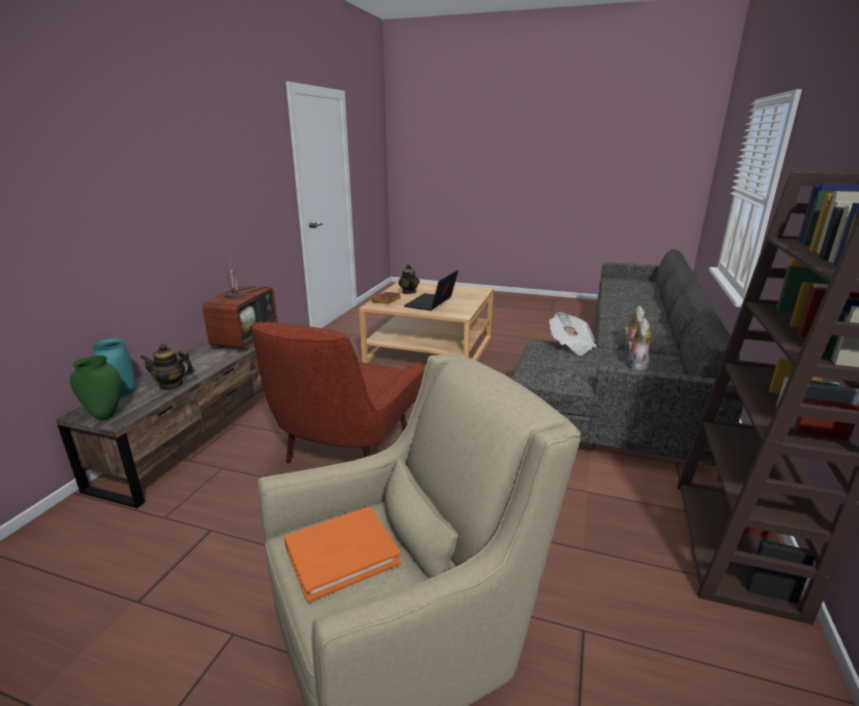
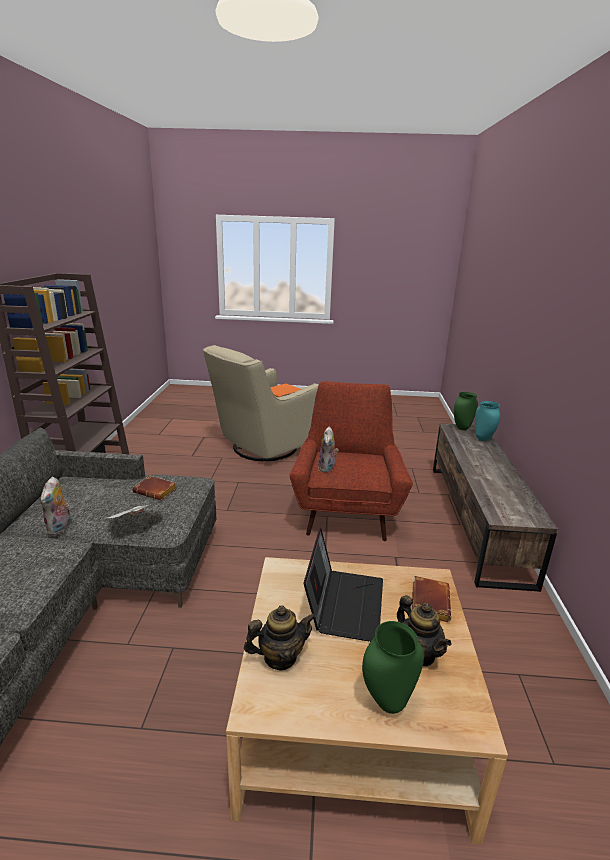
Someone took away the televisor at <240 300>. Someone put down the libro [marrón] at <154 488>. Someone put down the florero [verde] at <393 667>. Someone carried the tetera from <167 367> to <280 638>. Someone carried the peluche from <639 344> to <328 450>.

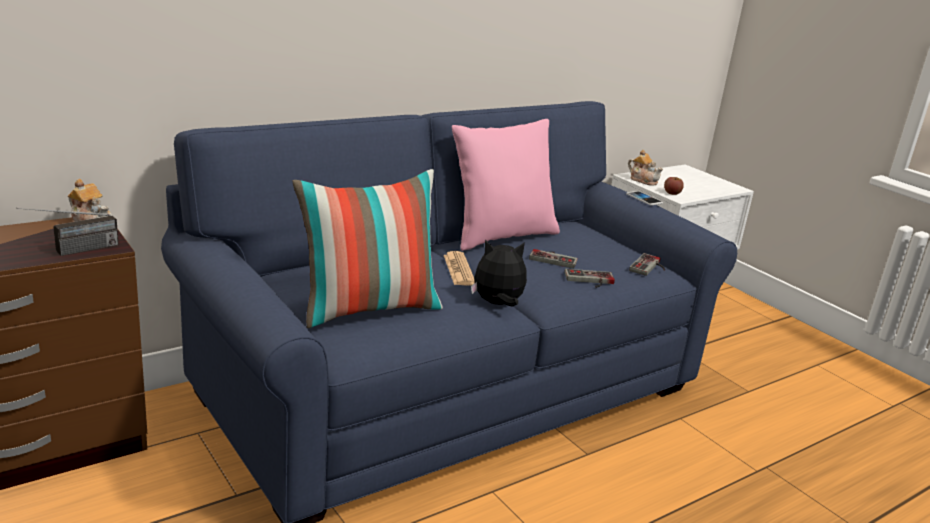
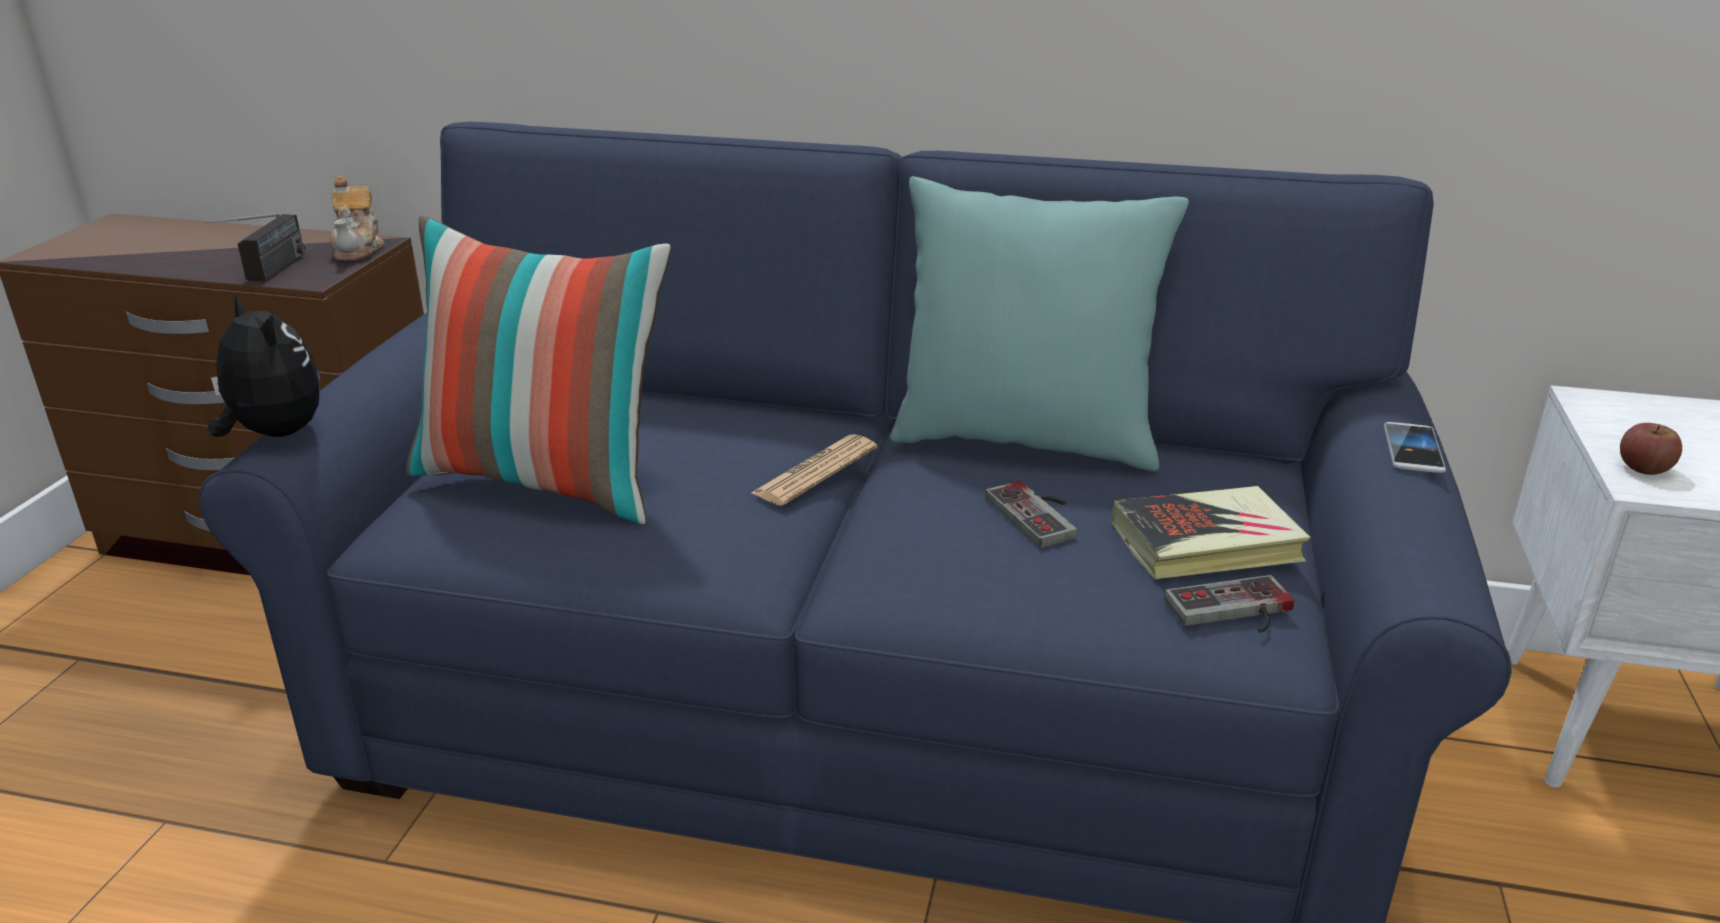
Someone took away the mando de consola at <590 278>. Someone took away the tetera at <645 167>. Someone put down the libro at <1211 532>. Someone carried the peluche from <499 273> to <264 365>. Someone repainted the cojín [rosa] at <506 185>, which became the cojín [turquesa] at <1039 323>. Someone rotated the radio at <67 232> by 90 degrees counterclockwise.

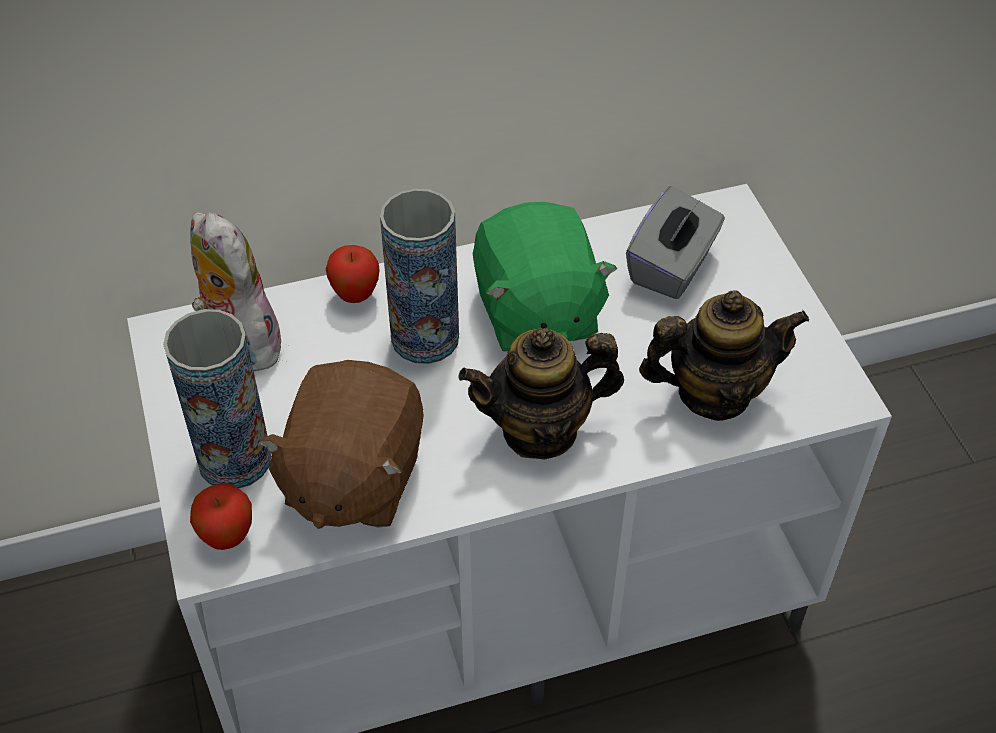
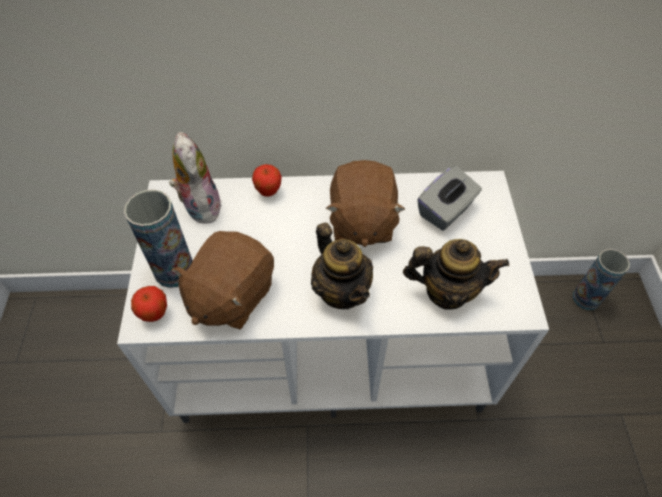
Someone carried the florero from <419 276> to <601 279>. Someone repainted the peluche [verde] at <545 277>, which became the peluche [marrón] at <365 203>. Someone rotated the tetera at <541 394> by 120 degrees counterclockwise.

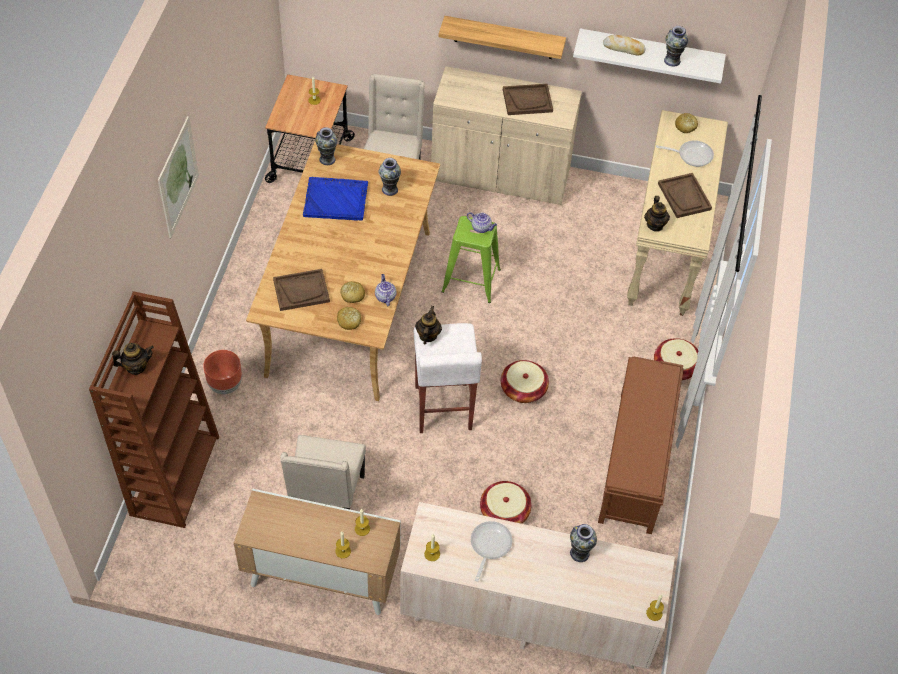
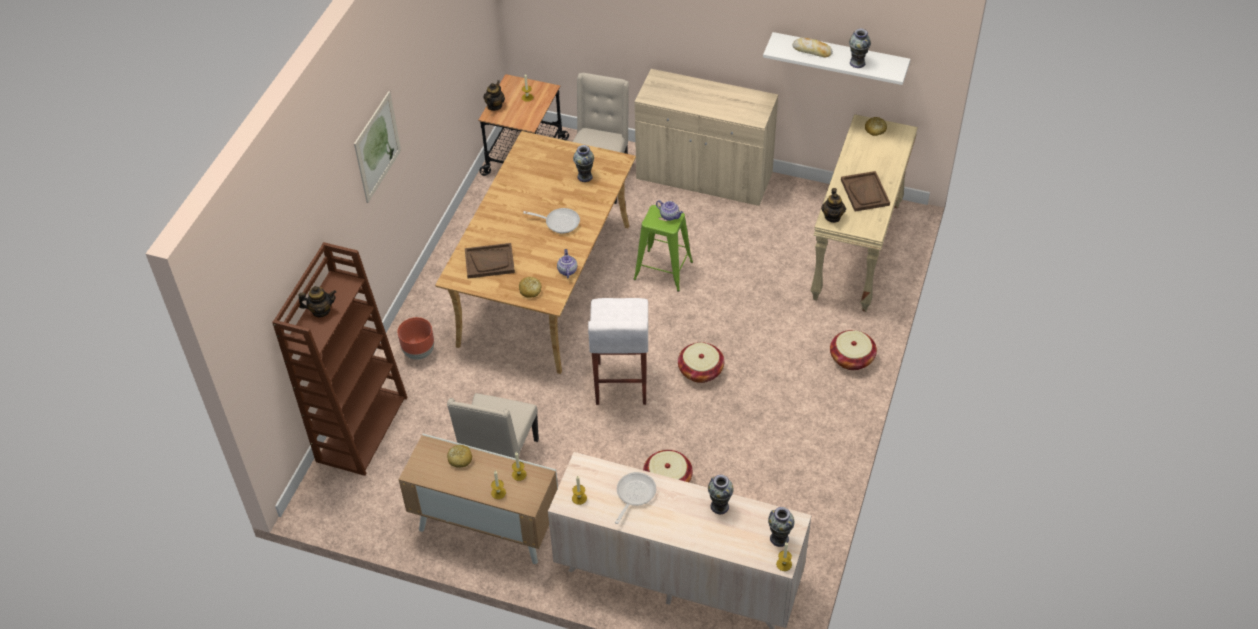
Someone took away the bandeja [azul] at <335 199>. Someone took away the estante at <502 37>. Someone took away the bandeja [marrón] at <528 99>. Someone took away the banco [marrón] at <641 445>. Someone carried the florero from <326 146> to <781 527>. Someone carried the pan from <352 292> to <459 456>. Someone carried the tetera from <428 325> to <494 95>. Someone carried the sartén from <685 153> to <551 220>.

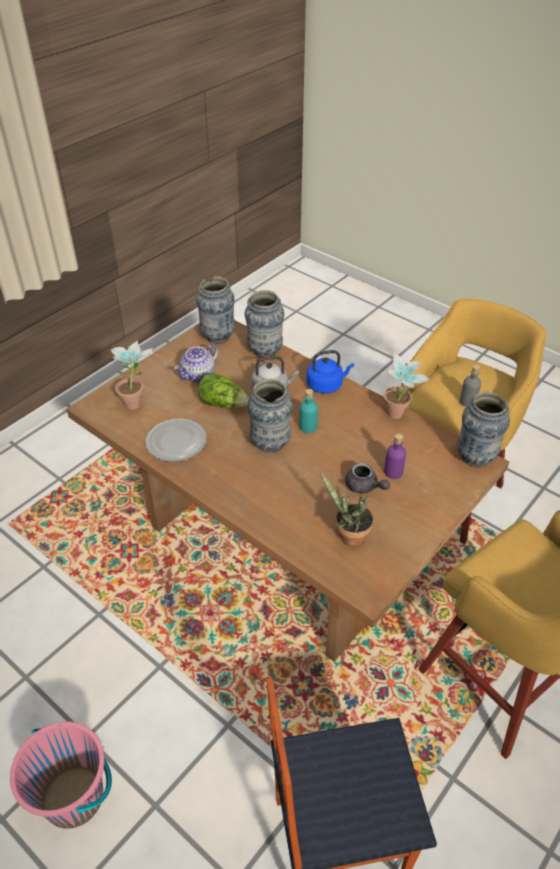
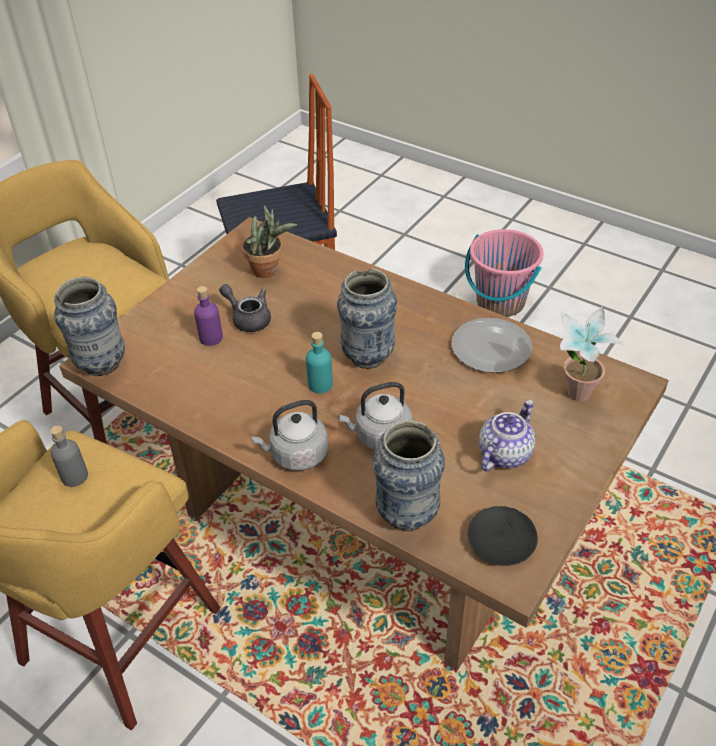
Someone took away the lechuga at <223 390>. Someone took away the planta en maceta at <407 385>. Someone swapped the florero at <215 310> for the plato [negro] at <503 536>. Someone repainted the hervidor [azul] at <330 372>, which became the hervidor [gris] at <289 435>.

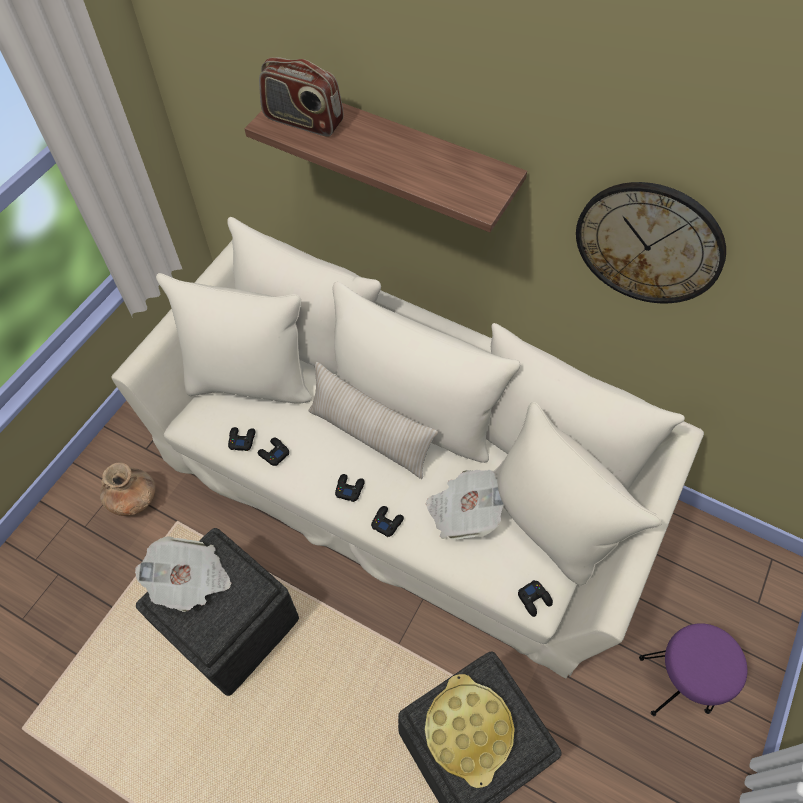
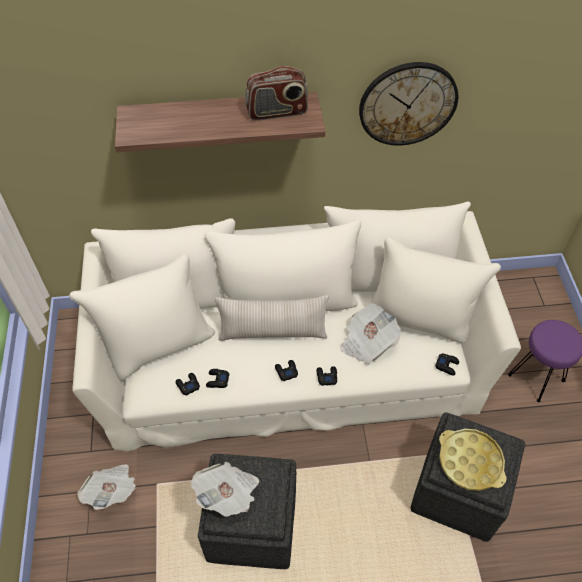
Someone carried the radio from <301 97> to <276 93>. Someone swapped the florero [marrón] at <127 489> for the periódico at <107 487>.

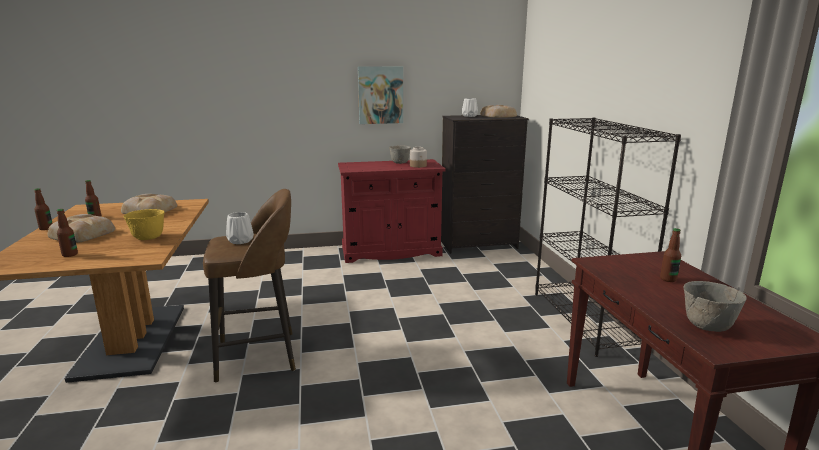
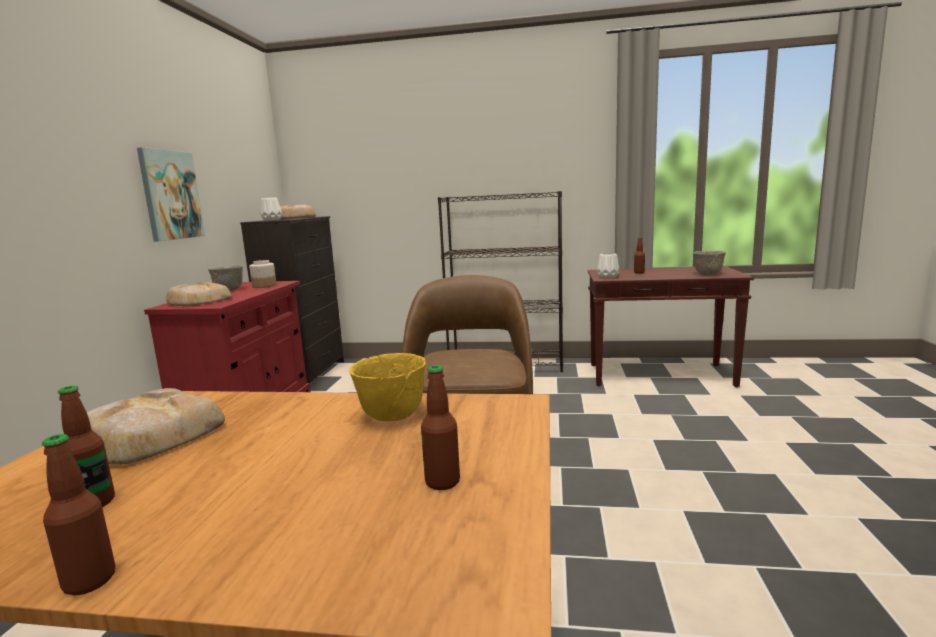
Someone carried the pan from <81 228> to <199 294>. Someone carried the florero [blanco] from <240 228> to <608 265>.

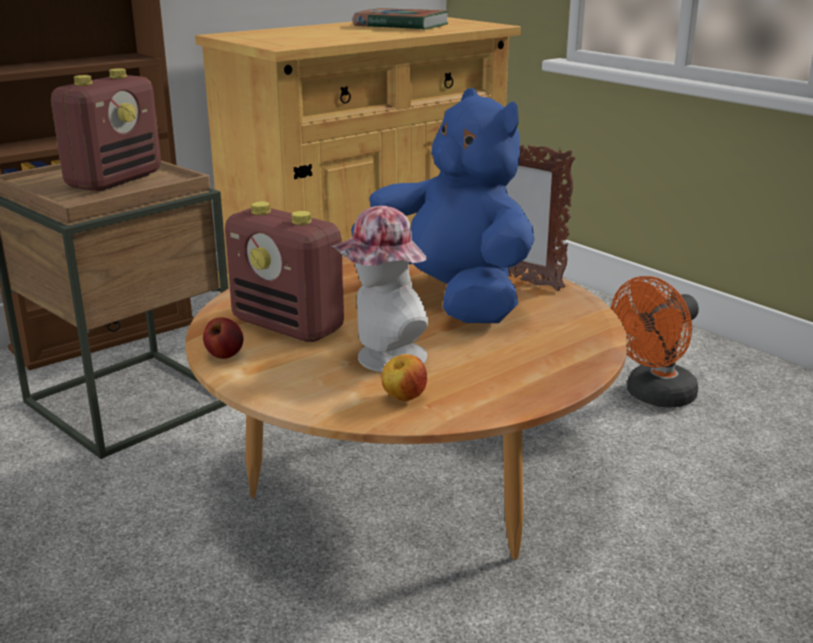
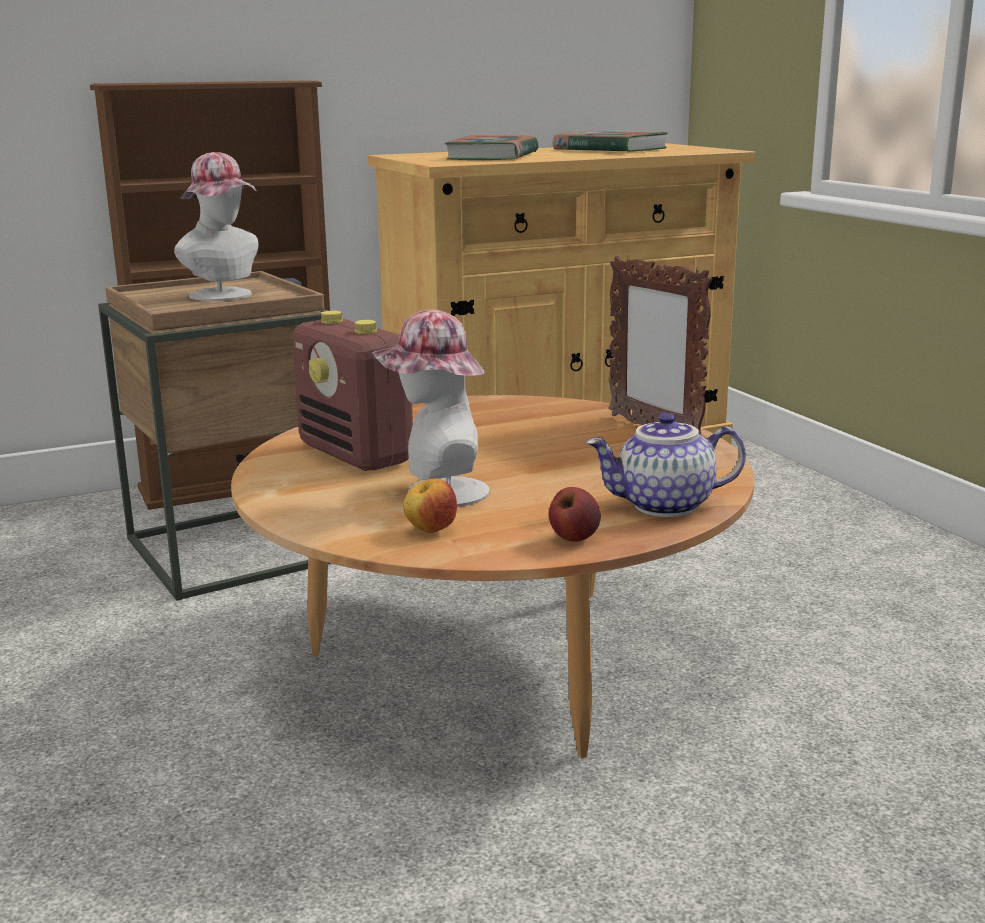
Someone took away the peluche [azul] at <442 205>. Someone took away the ventilador [naranja] at <655 341>. Someone put down the libro at <492 147>. Someone put down the tetera at <666 464>. Someone carried the manzana from <223 338> to <575 514>. Someone swapped the radio at <106 129> for the sombrero at <216 226>.

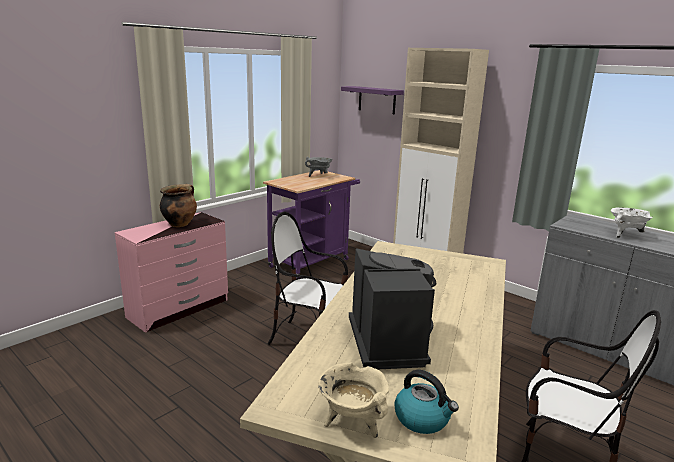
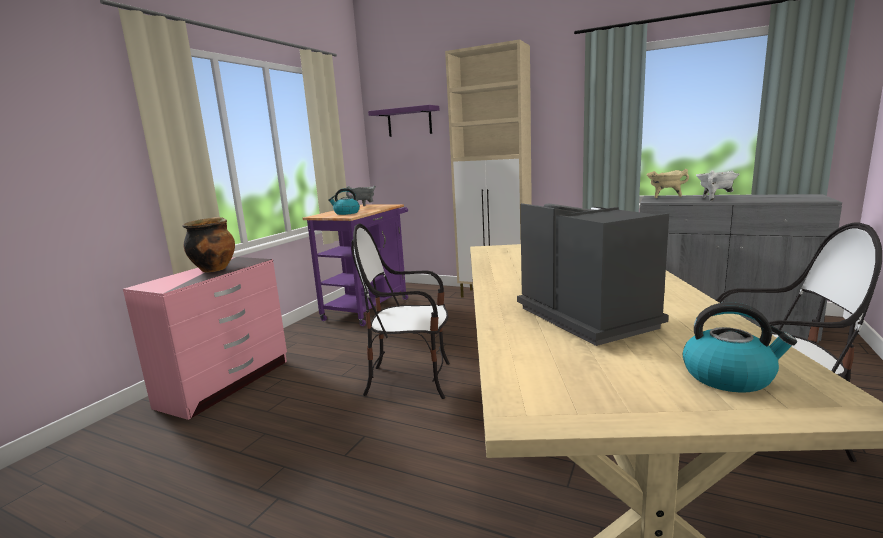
Someone put down the hervidor at <344 201>. Someone carried the olla [beis] from <353 400> to <667 183>.

